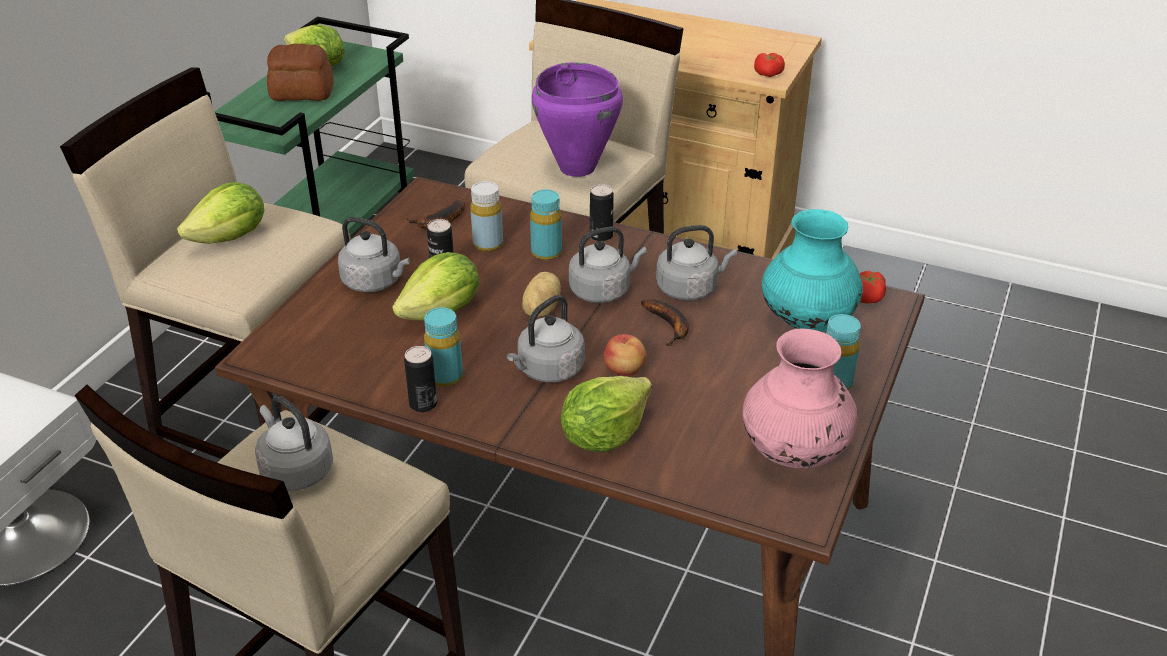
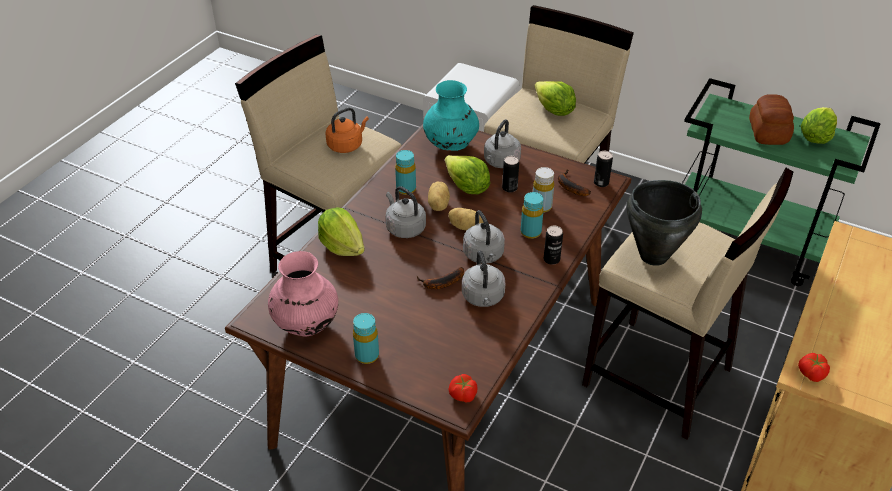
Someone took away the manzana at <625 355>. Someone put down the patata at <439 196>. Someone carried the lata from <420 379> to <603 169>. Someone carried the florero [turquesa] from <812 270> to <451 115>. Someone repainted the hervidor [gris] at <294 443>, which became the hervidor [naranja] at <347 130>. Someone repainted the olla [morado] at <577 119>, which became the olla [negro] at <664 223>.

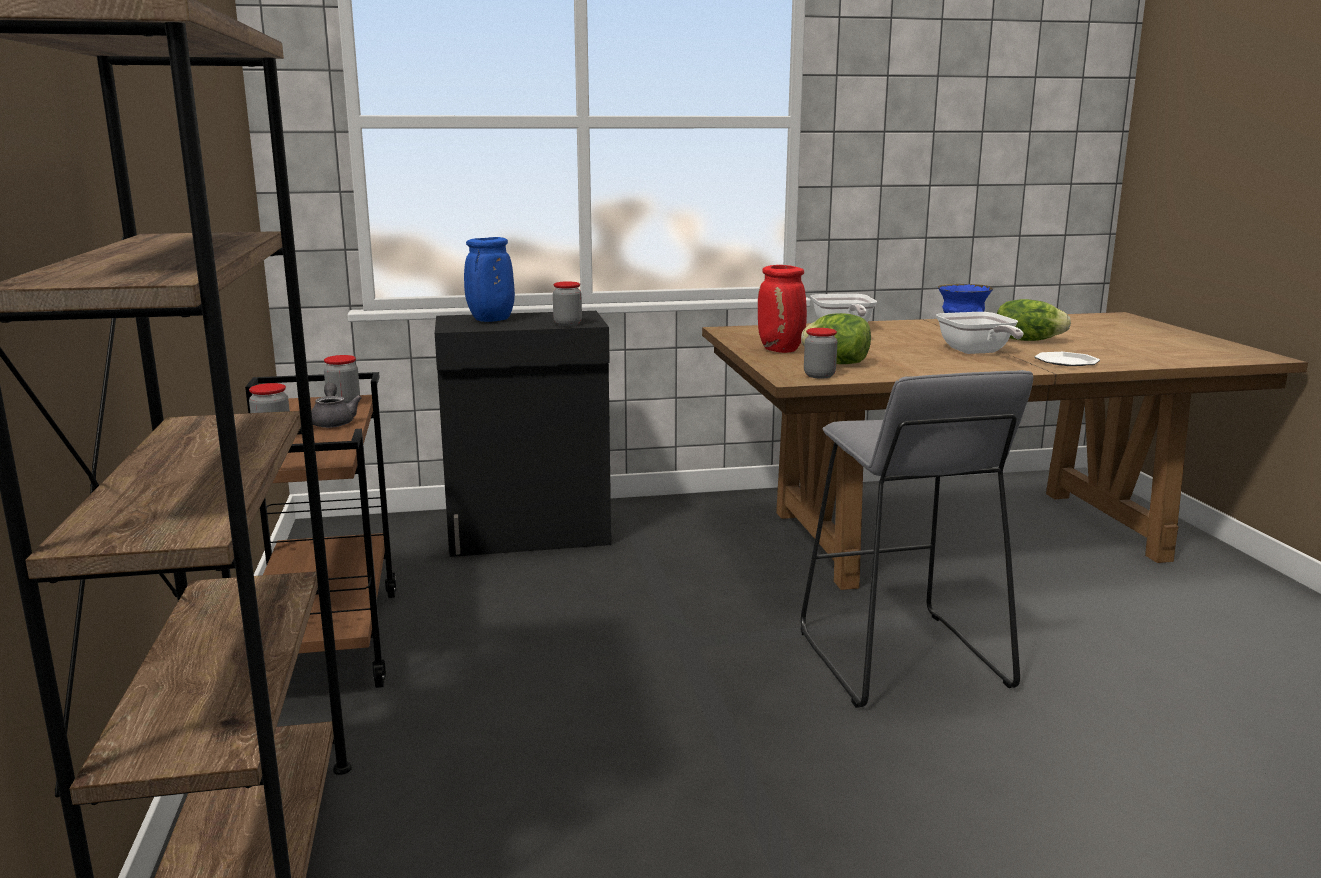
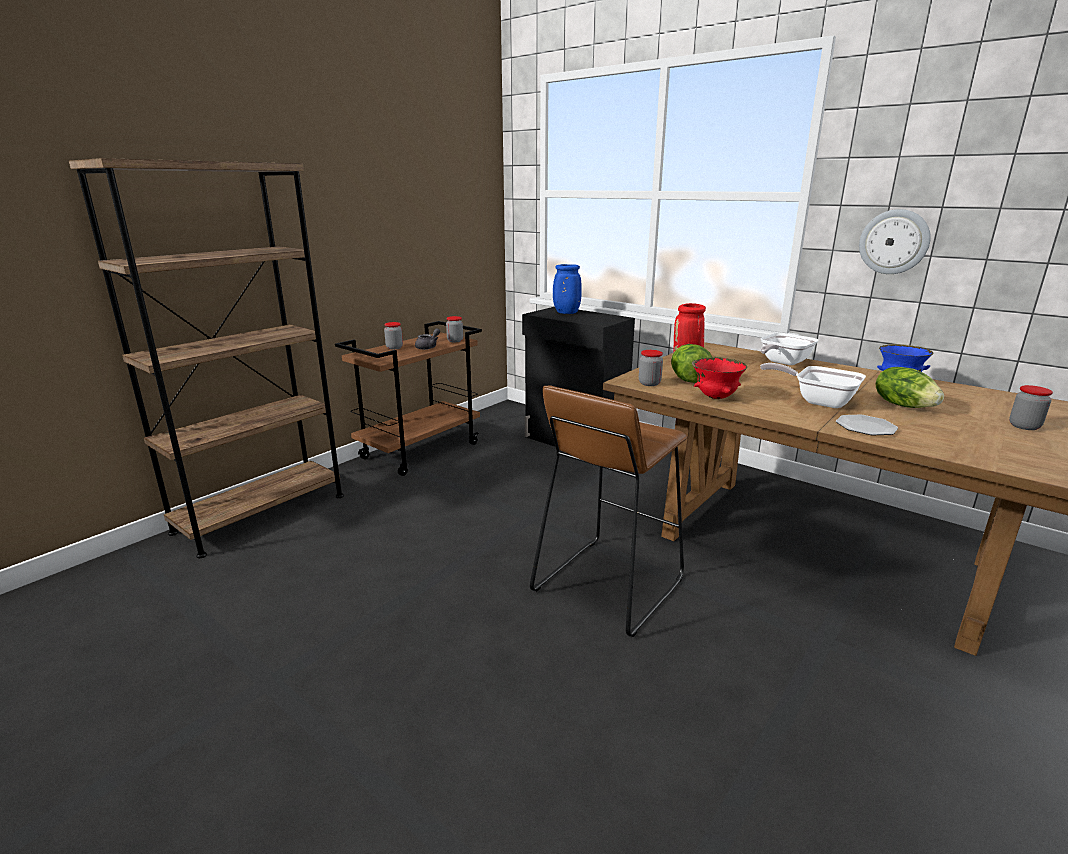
Someone put down the cuenco [rojo] at <719 378>. Someone put up the reloj de pared at <895 241>. Someone carried the tarro from <567 303> to <1031 407>. Someone repainted the taburete [gris] at <917 539>, which became the taburete [marrón] at <608 511>. Someone rotated the sartén at <979 333> by 90 degrees clockwise.

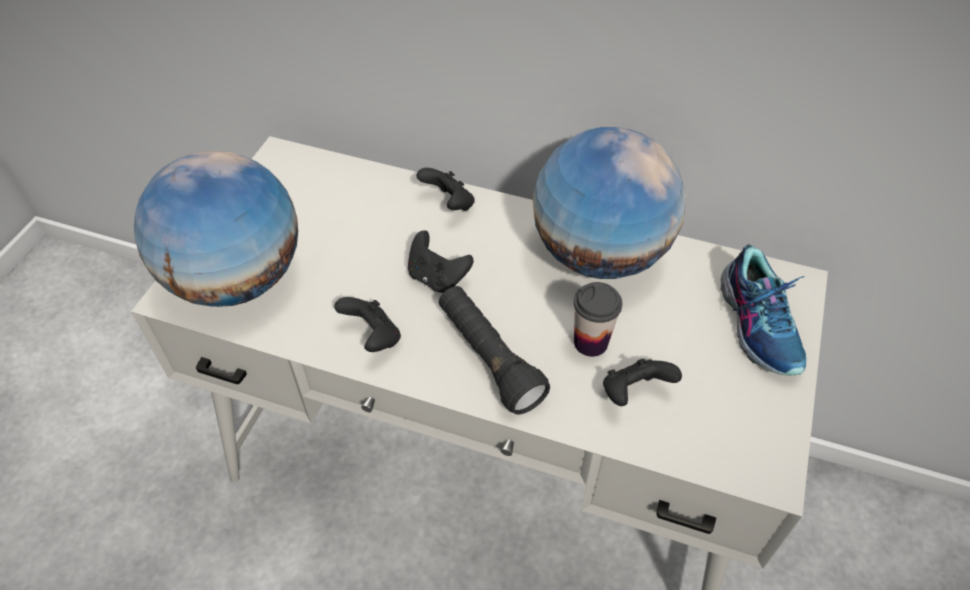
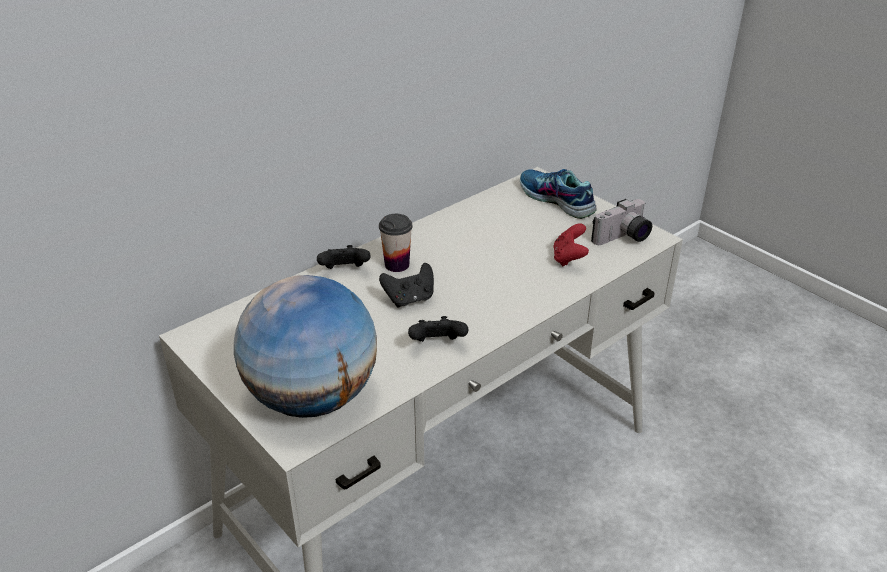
Someone took away the linterna [negro] at <494 350>. Someone took away the globo terráqueo at <609 203>. Someone put down the cámara at <621 222>. Someone carried the taza from <598 319> to <395 243>. Someone repainted the mando de consola [negro] at <642 382>, which became the mando de consola [rojo] at <571 245>. Someone rotated the zapato at <763 310> by 150 degrees counterclockwise.

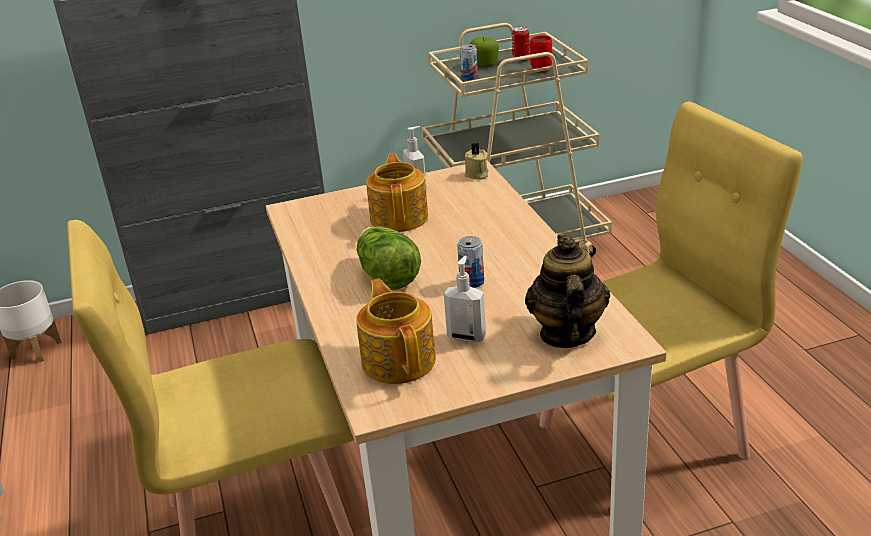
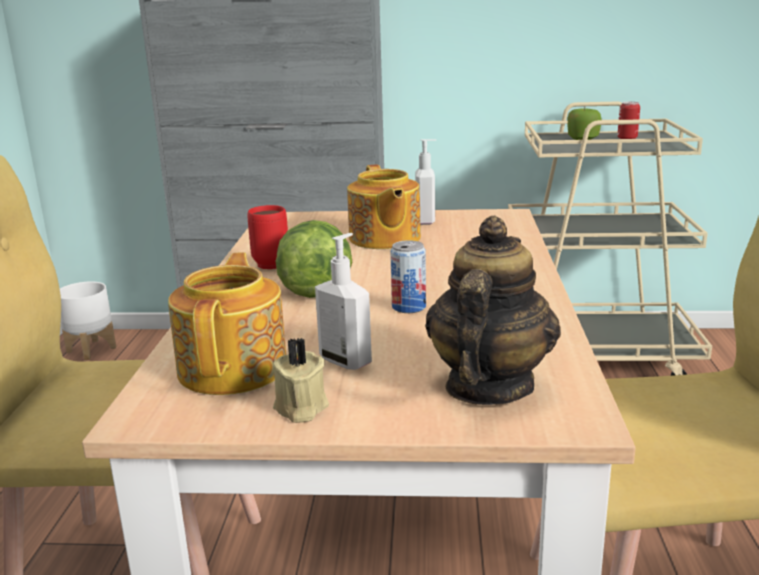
Someone took away the lata at <469 62>. Someone carried the vela [beis] from <476 161> to <301 380>. Someone carried the taza grande [rojo] from <537 54> to <267 237>. Someone rotated the tetera at <397 192> by 150 degrees clockwise.

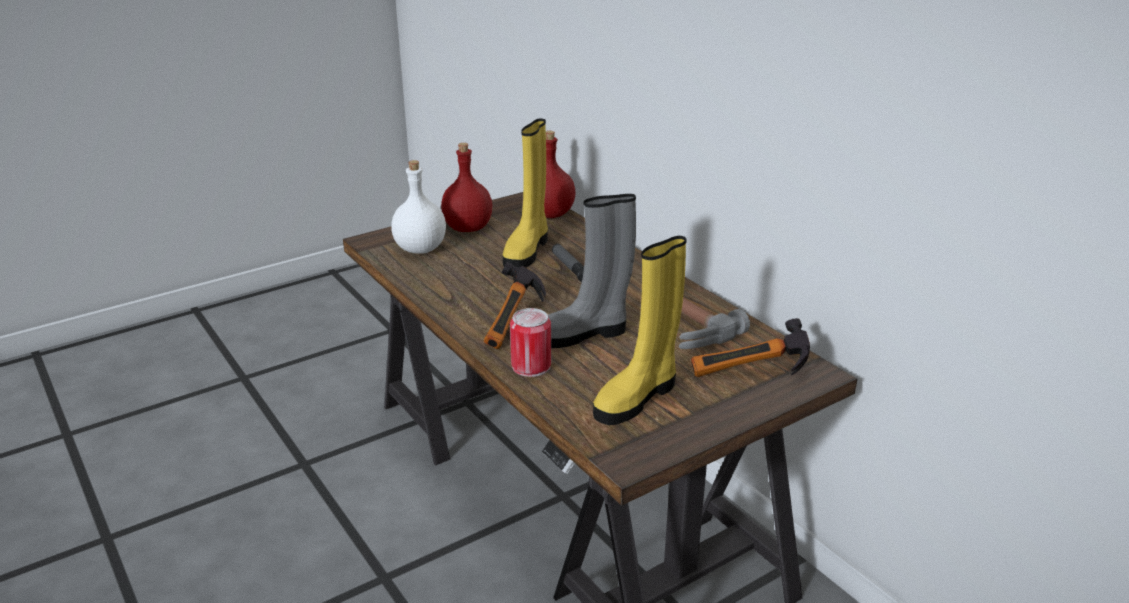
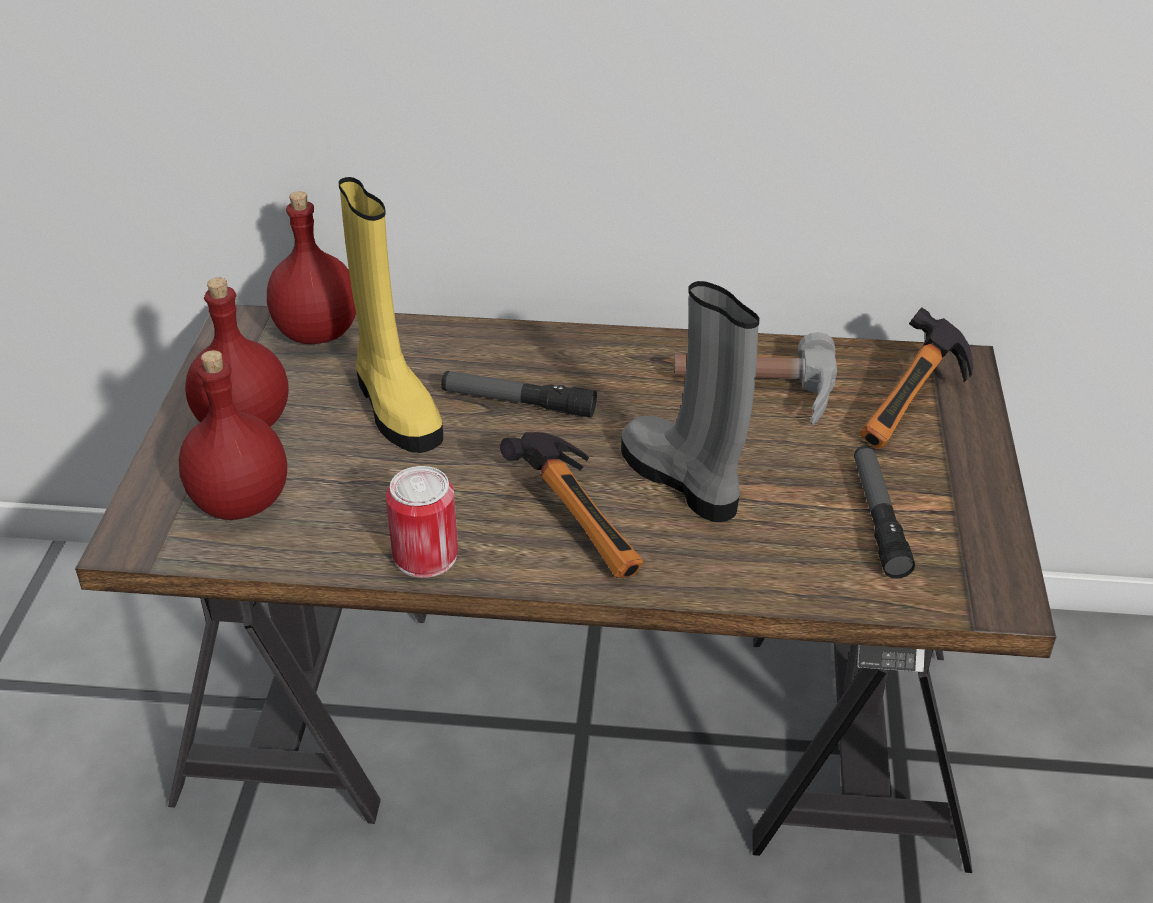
Someone carried the lata from <530 342> to <422 522>. Someone swapped the bota [amarillo] at <639 330> for the linterna at <884 512>. Someone repainted the botella [blanco] at <418 207>, which became the botella [rojo] at <233 435>. Someone rotated the bota [gris] at <592 271> by 120 degrees clockwise.

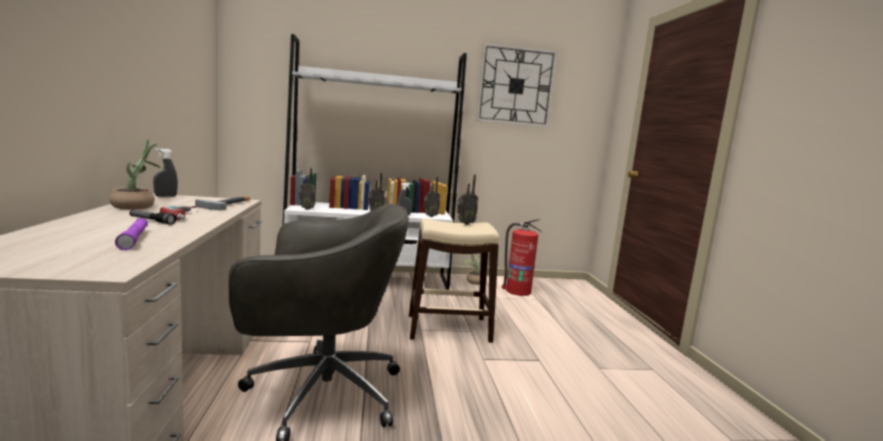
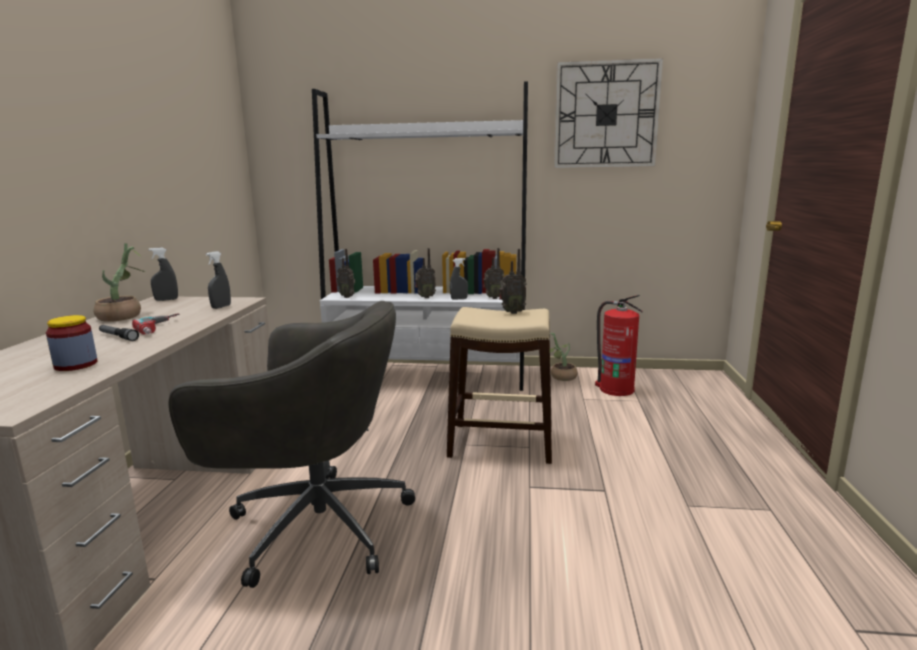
Someone swapped the linterna [morado] at <131 234> for the tarro at <72 343>. Someone swapped the martillo at <222 203> for the pulverizador [gris] at <218 280>.

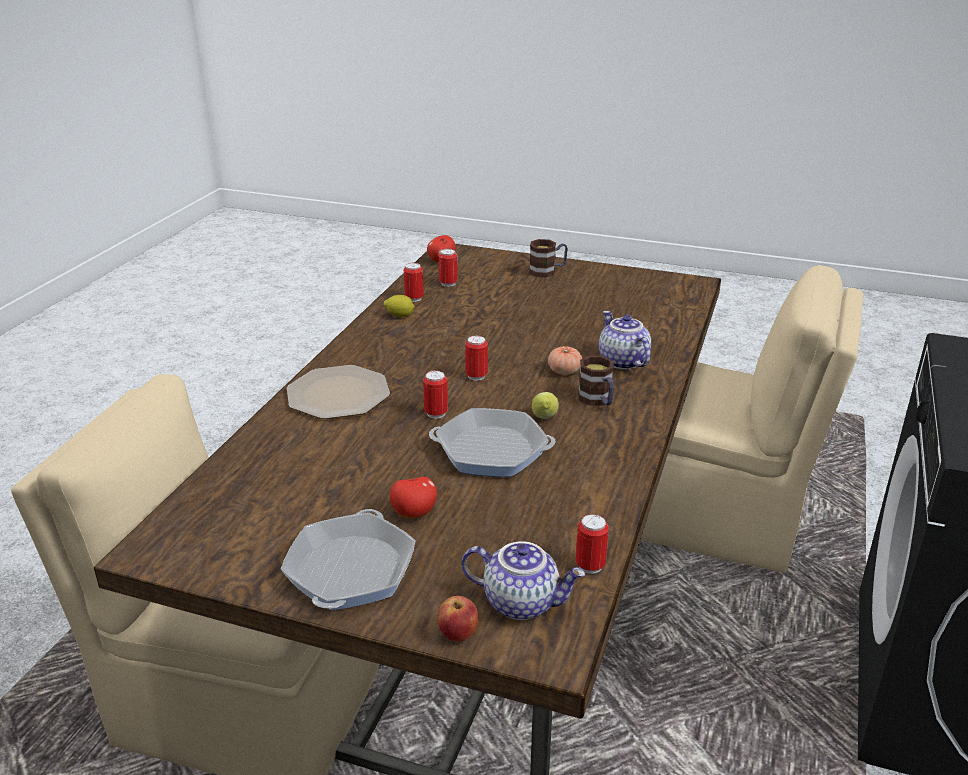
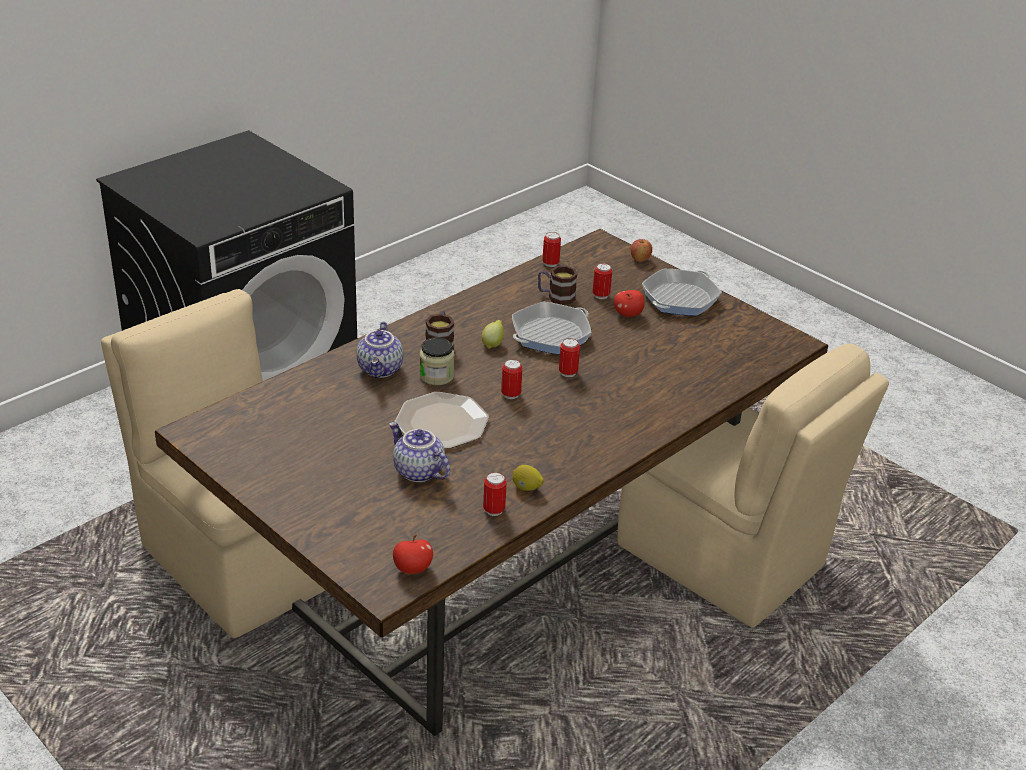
Someone carried the plato from <338 392> to <442 420>. Someone carried the lata from <448 268> to <602 281>. Someone carried the tetera from <523 580> to <419 452>. Someone carried the taza grande from <548 258> to <557 285>. Someone swapped the tomate at <565 360> for the tarro at <437 361>. Someone rotated the sartén at <492 442> by 75 degrees counterclockwise.

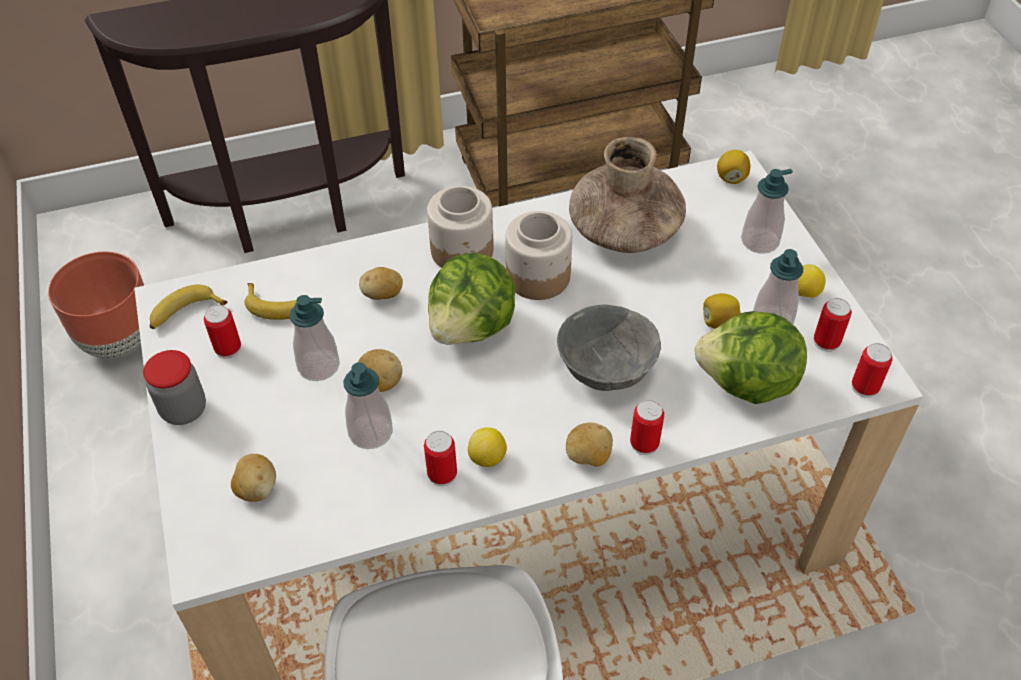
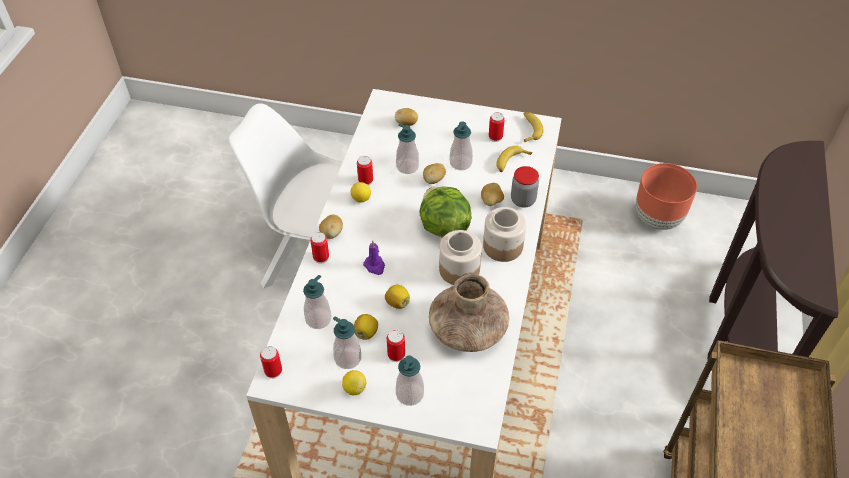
Someone carried the tarro from <174 387> to <525 187>. Someone carried the limón from <733 167> to <397 296>. Someone carried the lata from <833 325> to <396 346>. Someone swapped the cuenco [gris] at <609 347> for the vela [morado] at <374 257>. Someone swapped the lechuga at <750 357> for the dispensador de jabón at <317 302>.

